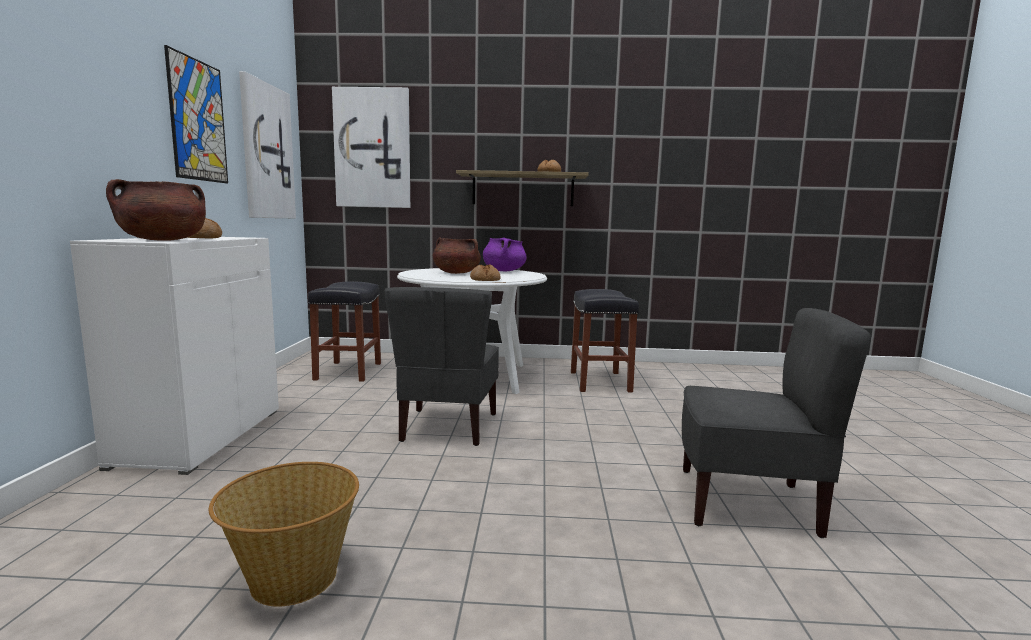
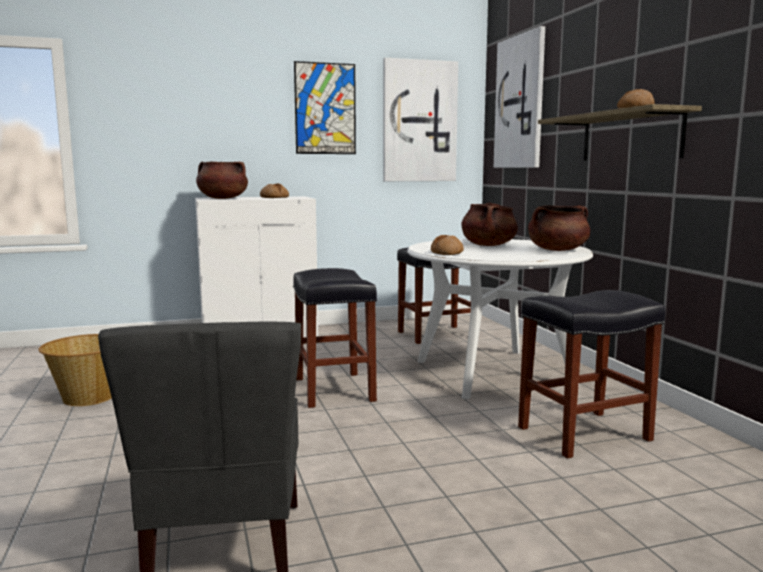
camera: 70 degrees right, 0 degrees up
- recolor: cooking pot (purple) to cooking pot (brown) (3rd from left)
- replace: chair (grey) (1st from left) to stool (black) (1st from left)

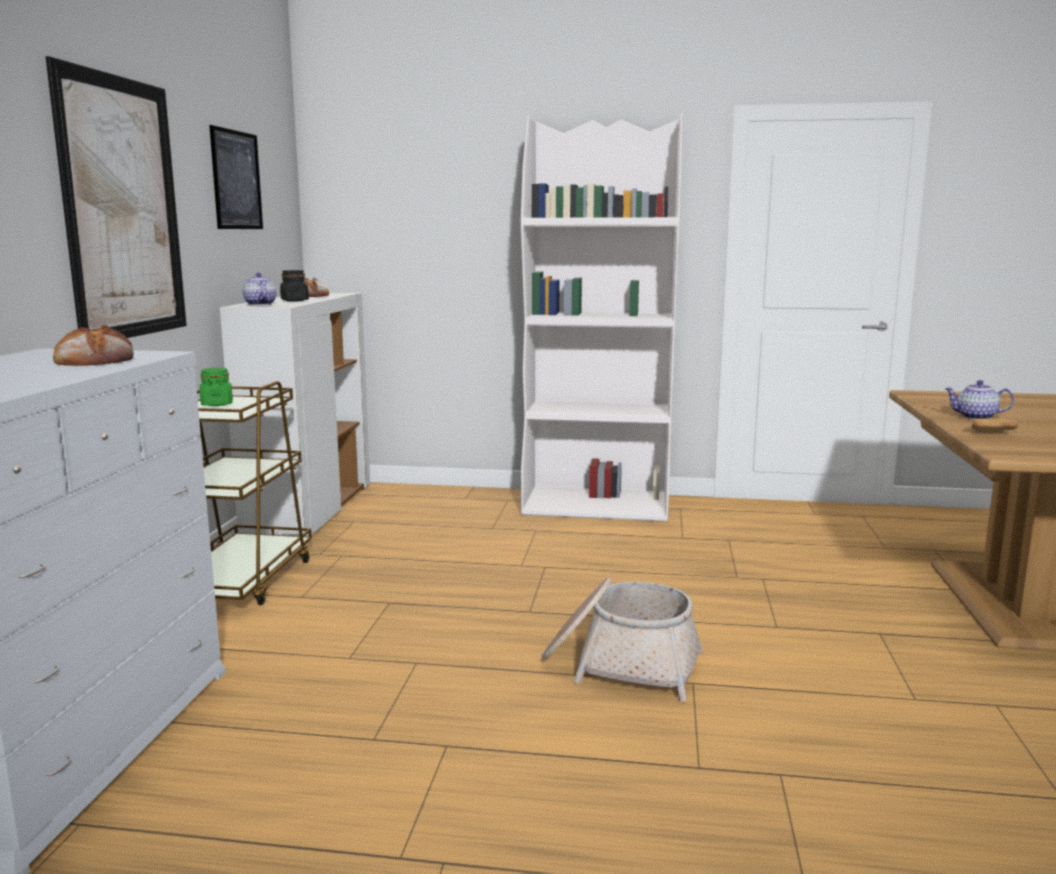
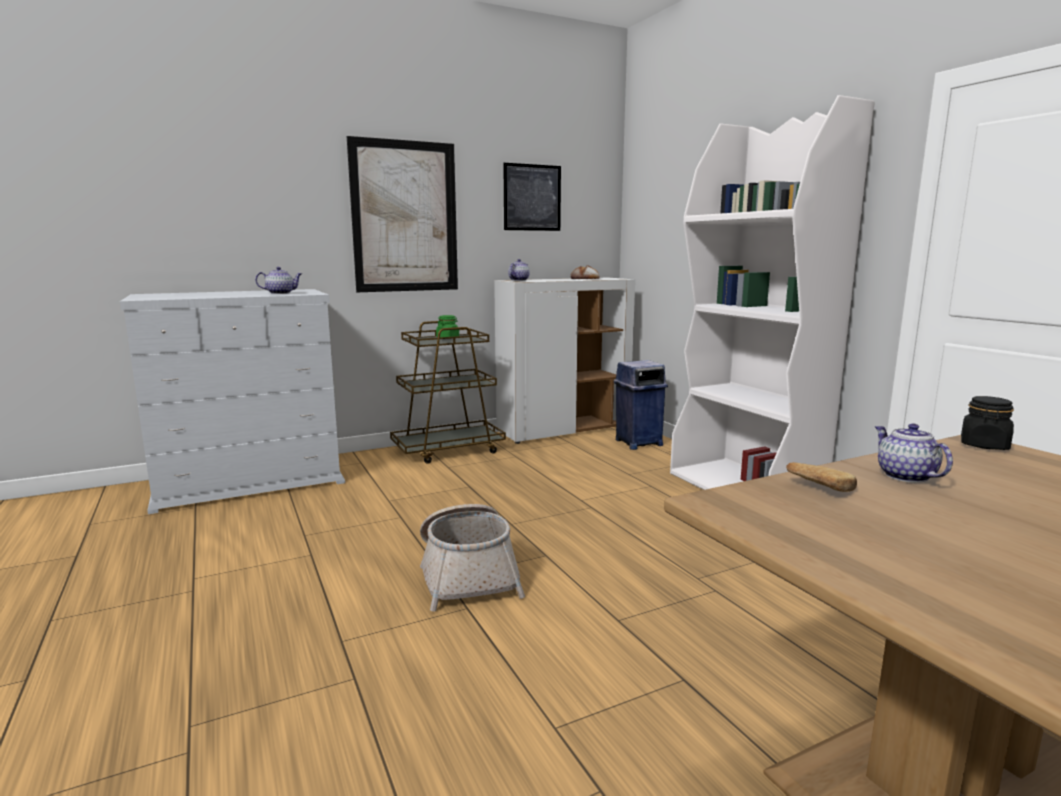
camera: 55 degrees right, 0 degrees up
- move: jar (black)
- replace: bread (1st from left) to teapot (1st from left)
- insert: trash can (blue)

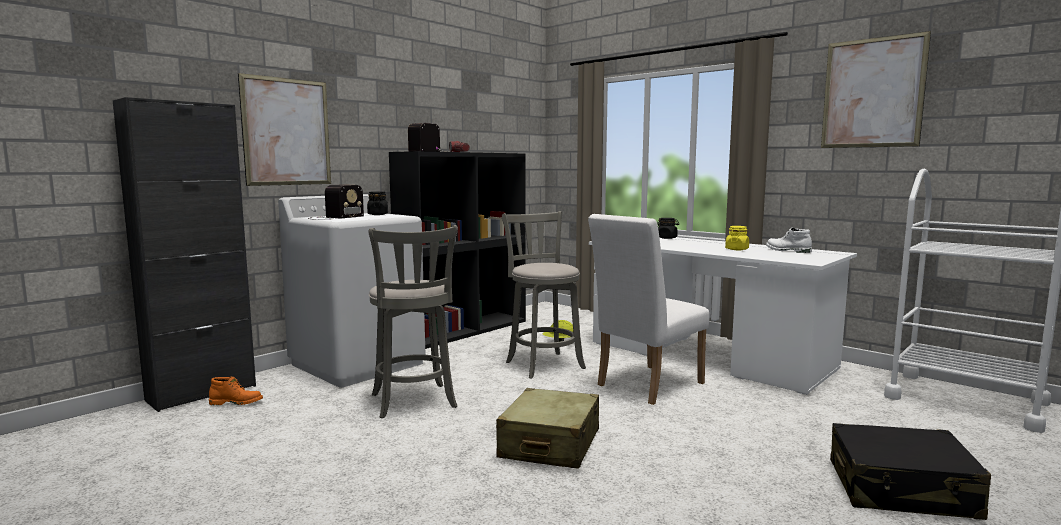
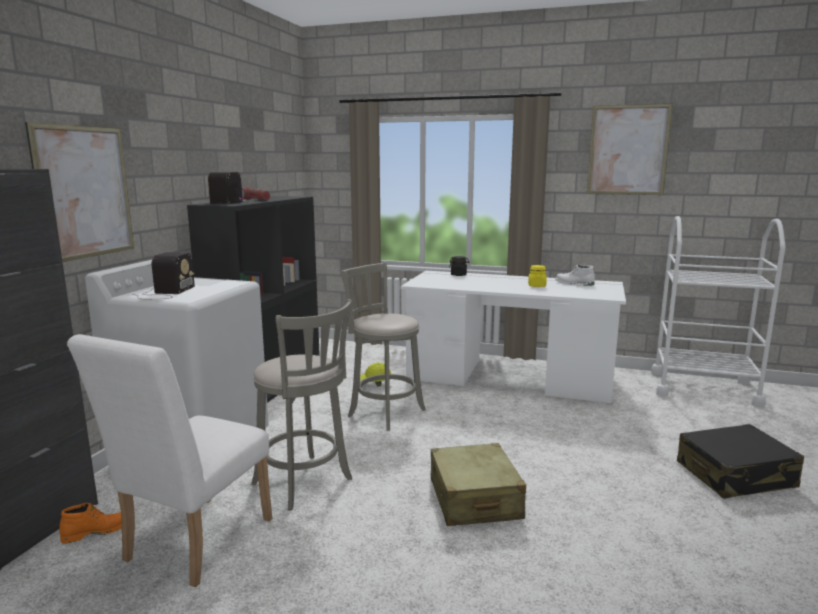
camera: 25 degrees left, 5 degrees up
- delete: jar (black) (1st from left)
- move: chair (white)

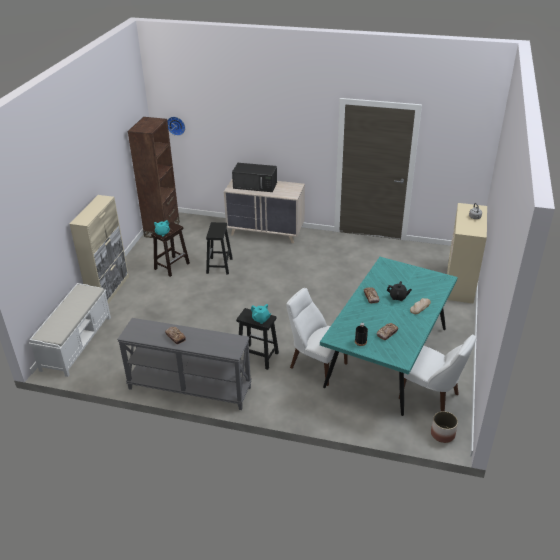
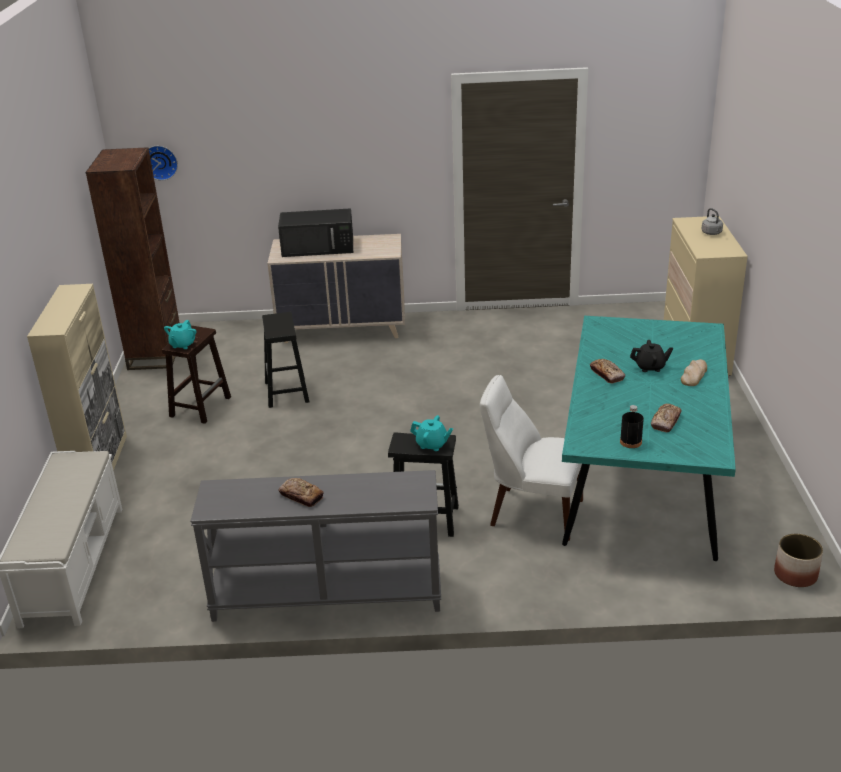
camera: 15 degrees left, 5 degrees down
- delete: chair (white) (2nd from left)

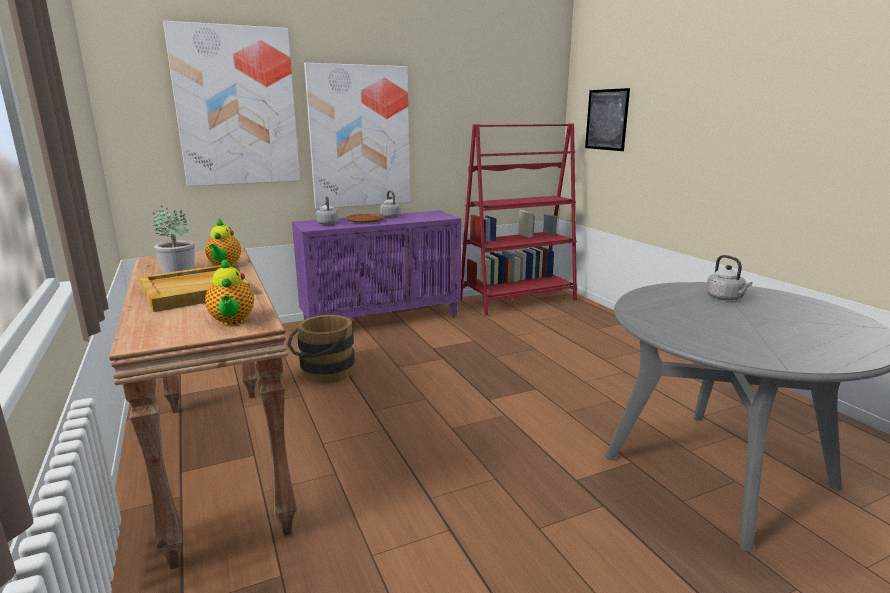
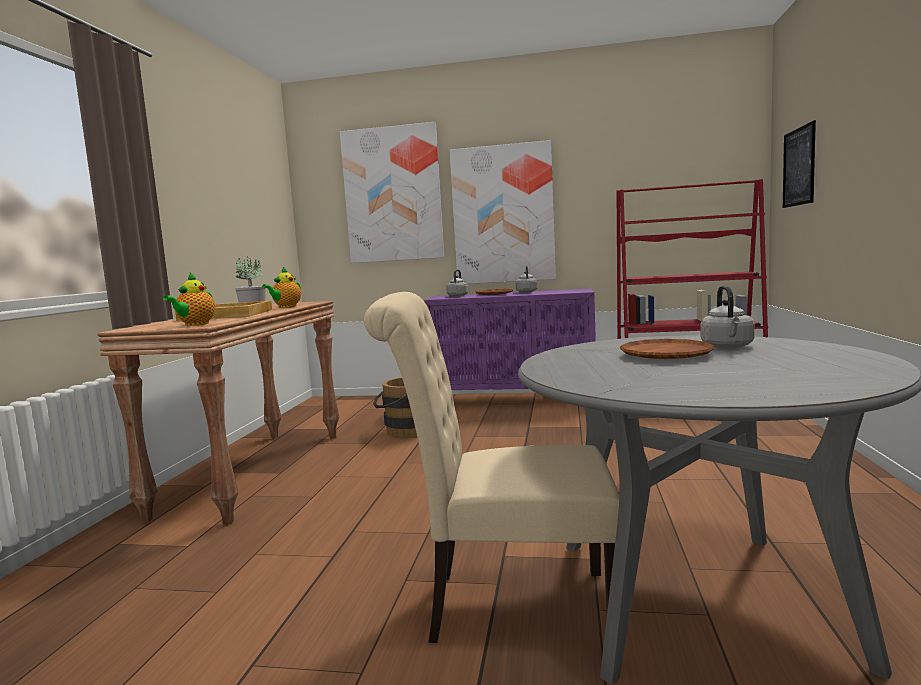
camera: 35 degrees right, 10 degrees down
- insert: chair (beige)
- insert: plate (brown) (2nd from left)

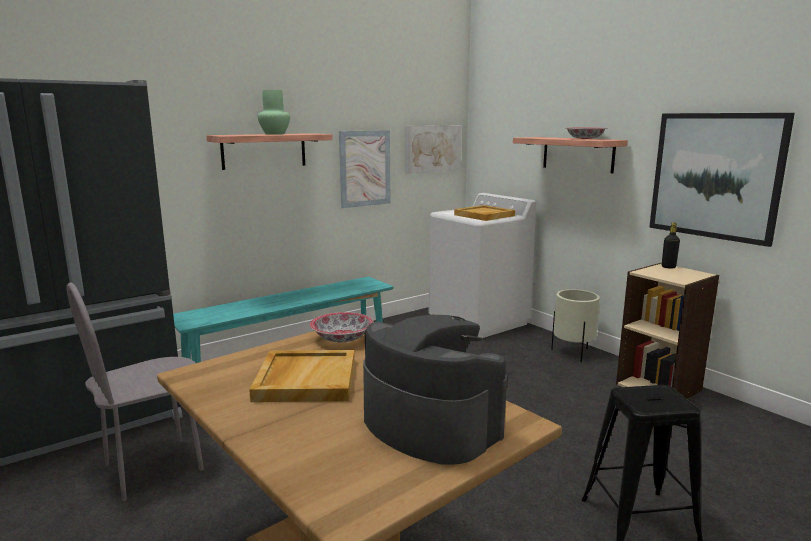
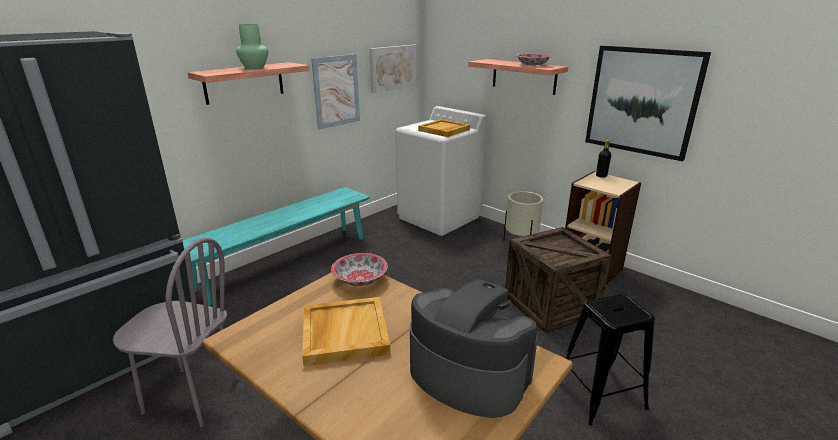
camera: 10 degrees left, 10 degrees up
- rotate: chair (grey) 120 degrees counterclockwise
- insert: crate

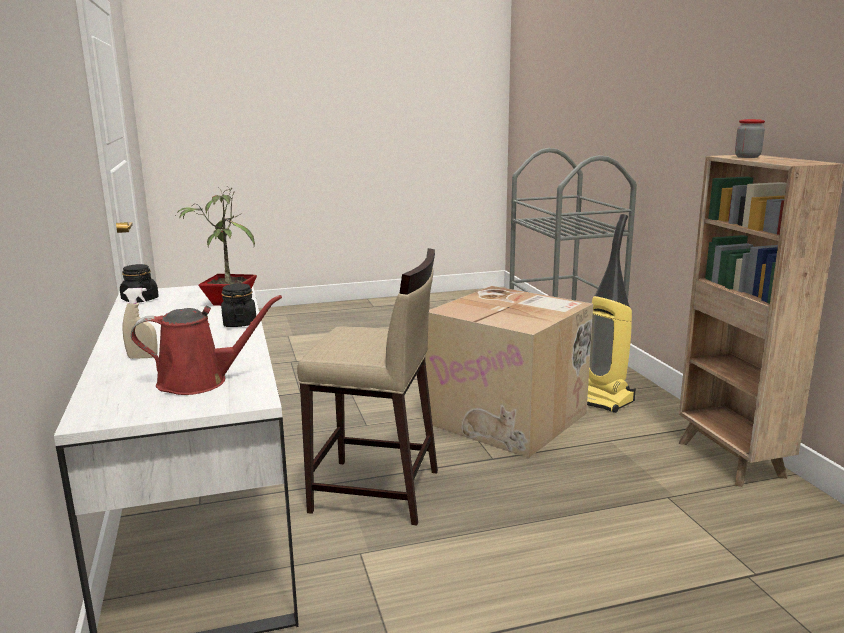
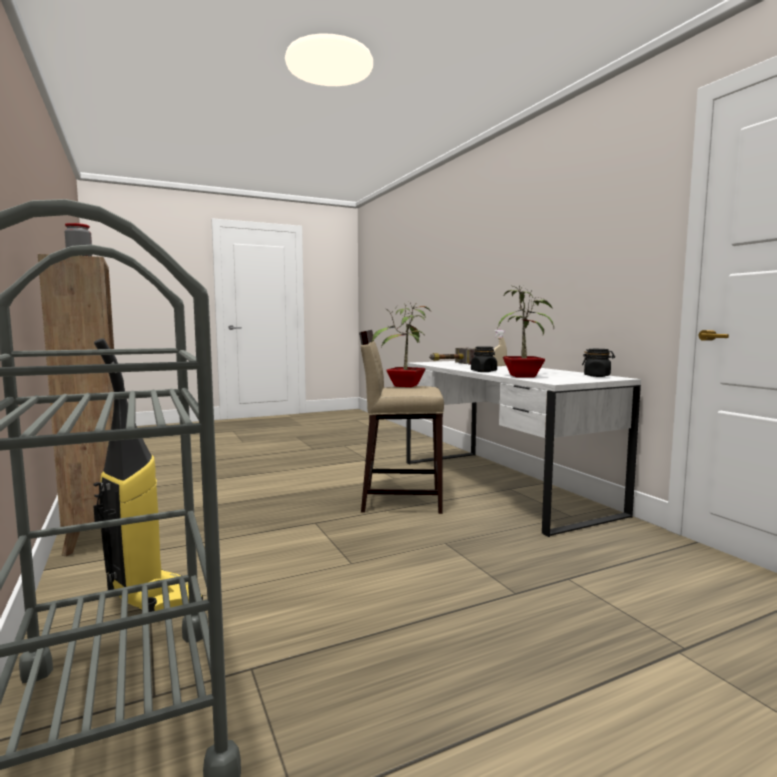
camera: 170 degrees right, 10 degrees down
- delete: cardboard box
- replace: watering can (red) to hammer
- insert: potted plant (1st from left)

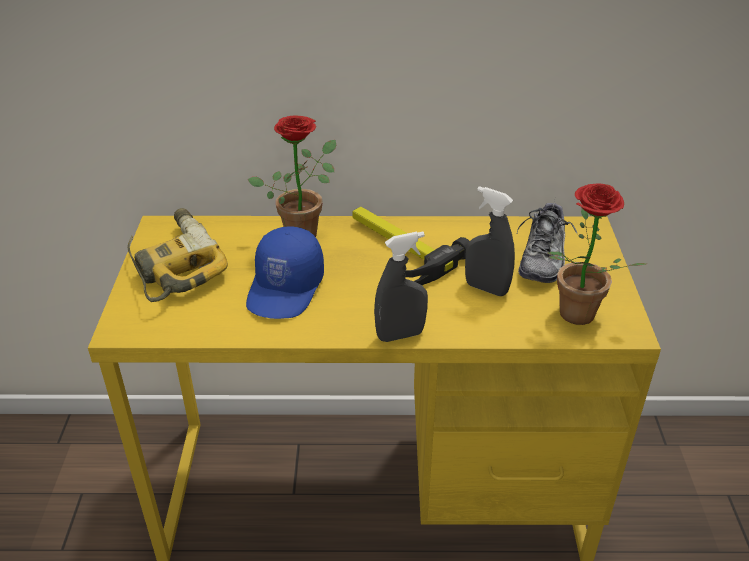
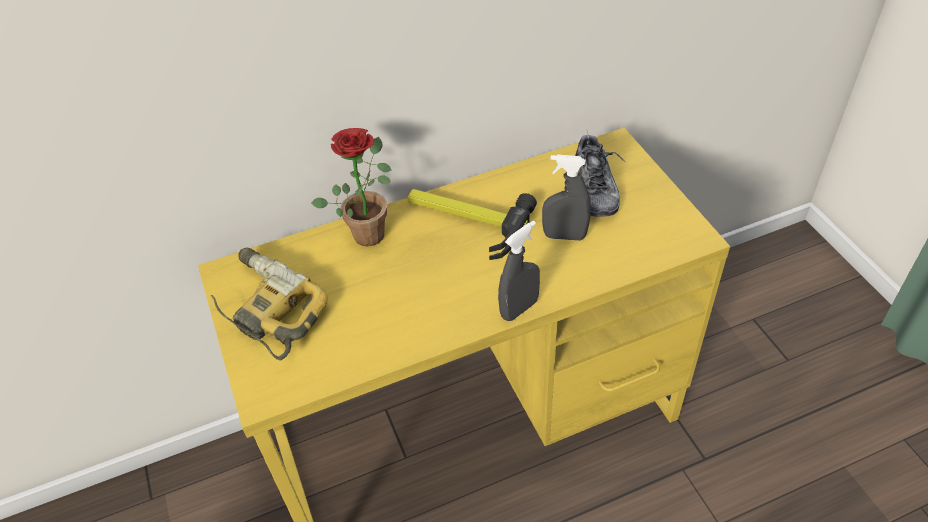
camera: 20 degrees left, 10 degrees up
- delete: potted plant (2nd from left)
- delete: cap (blue)

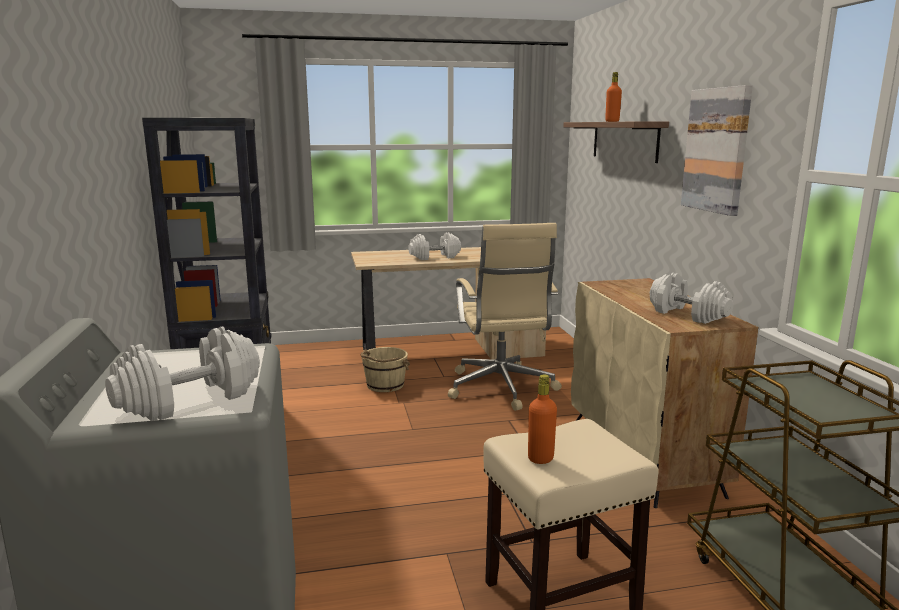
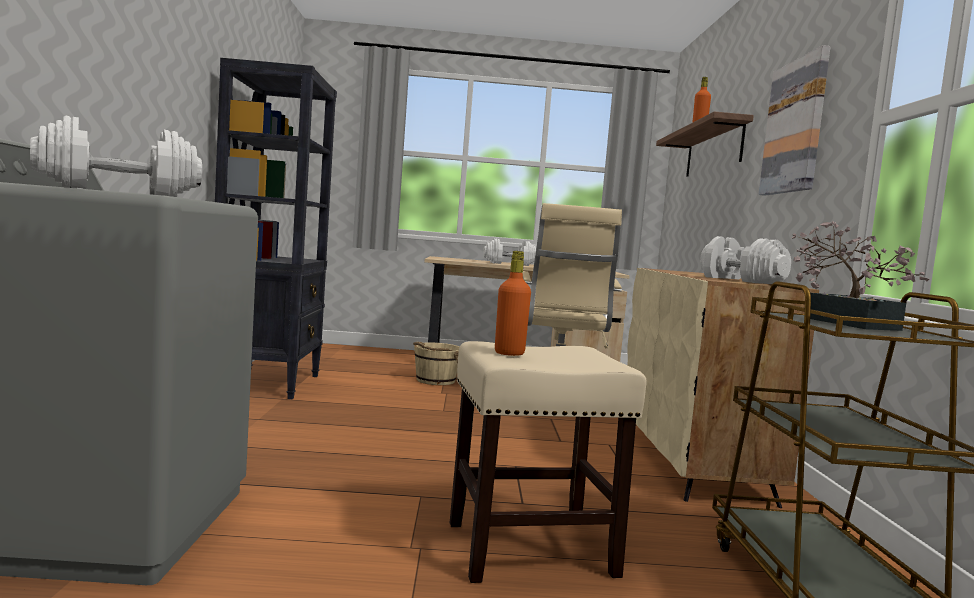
camera: 10 degrees right, 10 degrees down
- insert: potted plant

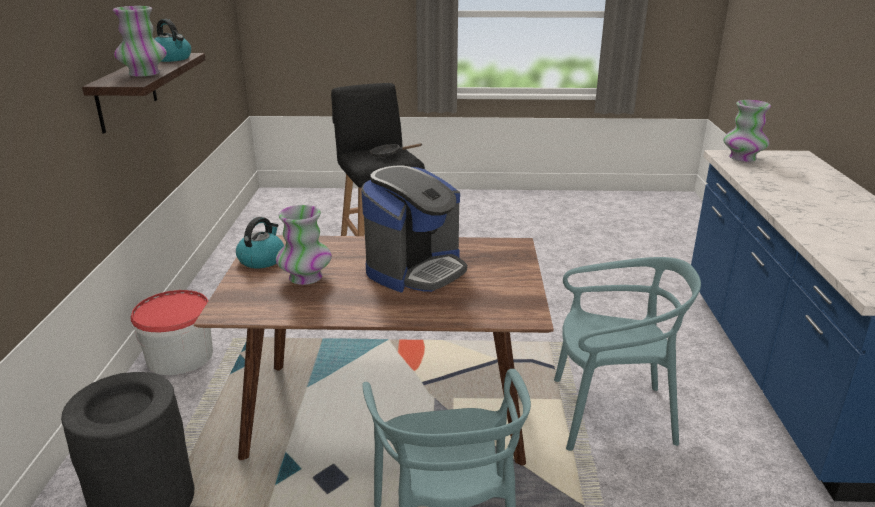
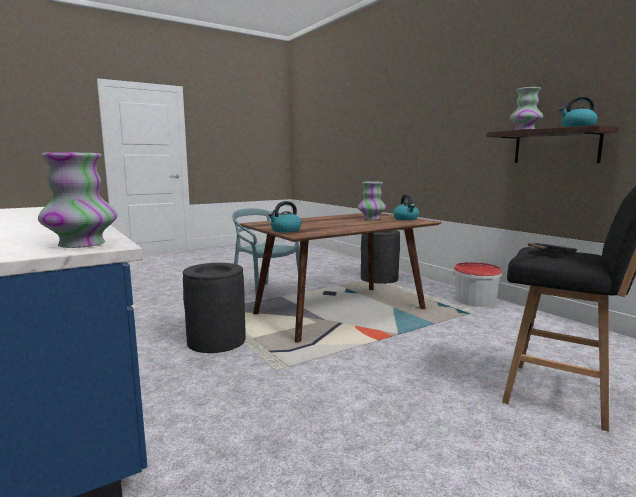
camera: 145 degrees right, 15 degrees down
- delete: coffee machine
- replace: chair (turquoise) (2nd from left) to trash can (black) (1st from left)
- insert: kettle (1st from left)

